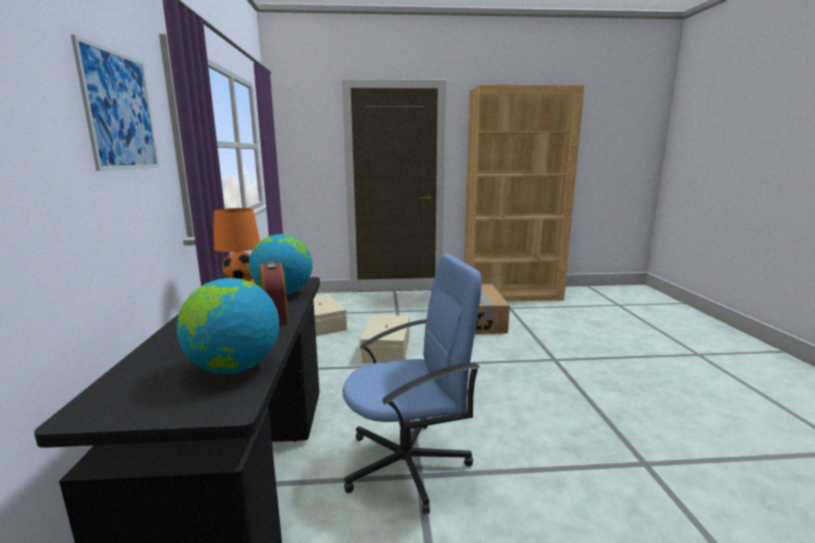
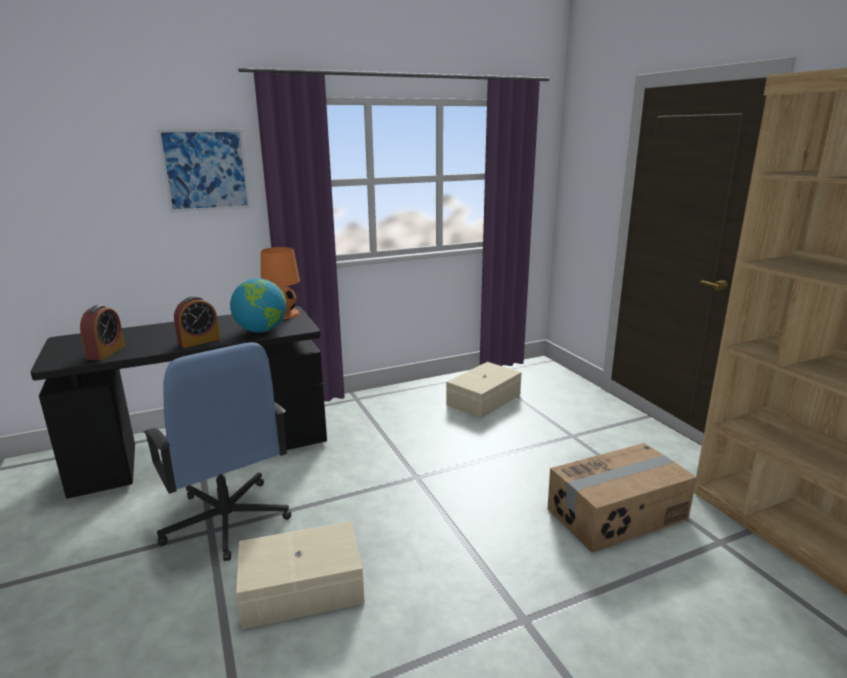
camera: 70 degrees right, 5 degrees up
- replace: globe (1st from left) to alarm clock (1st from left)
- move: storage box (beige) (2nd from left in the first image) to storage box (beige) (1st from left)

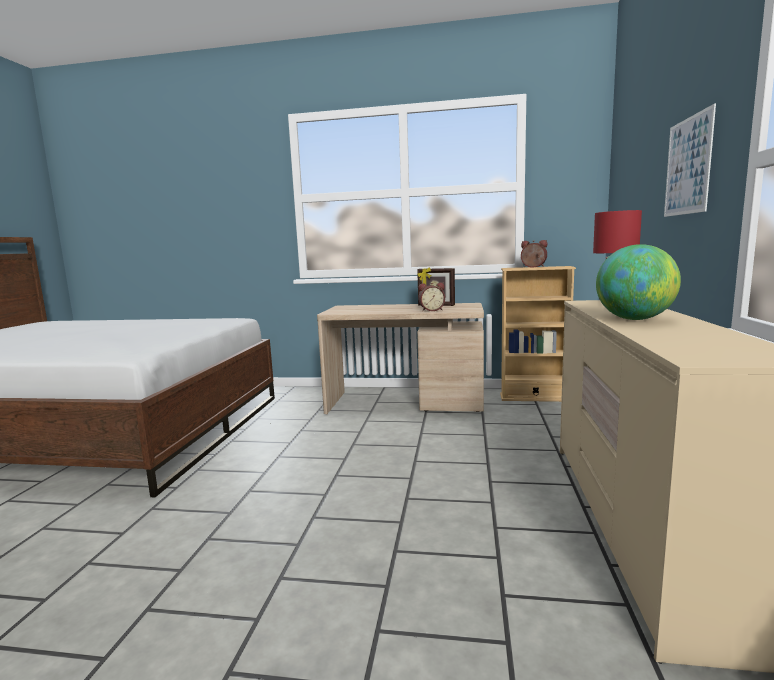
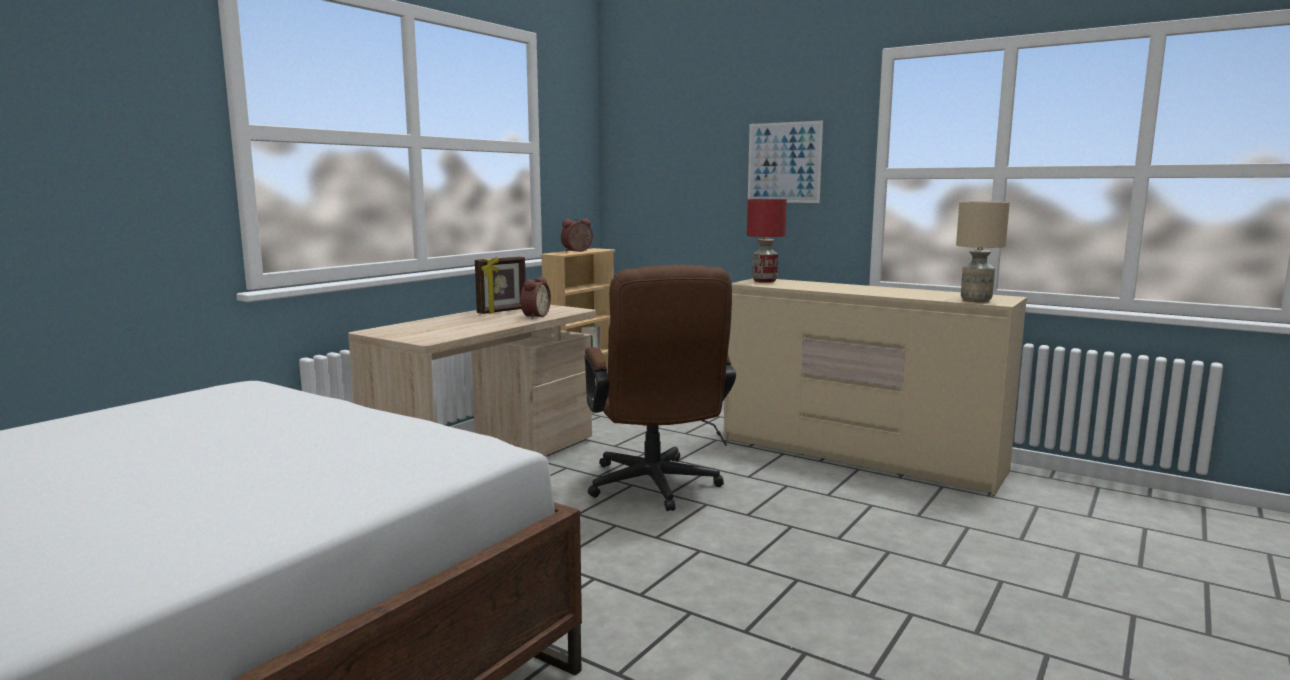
camera: 65 degrees left, 0 degrees up
- delete: globe
- insert: table lamp (beige)
- insert: office chair (brown)

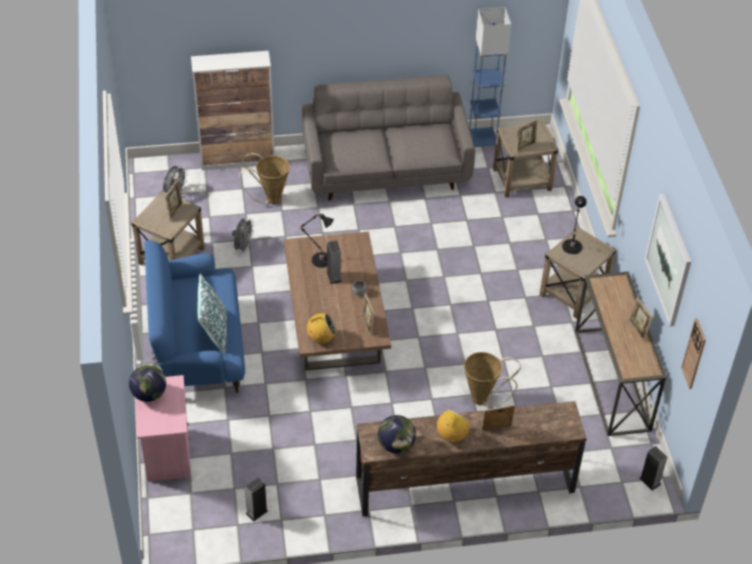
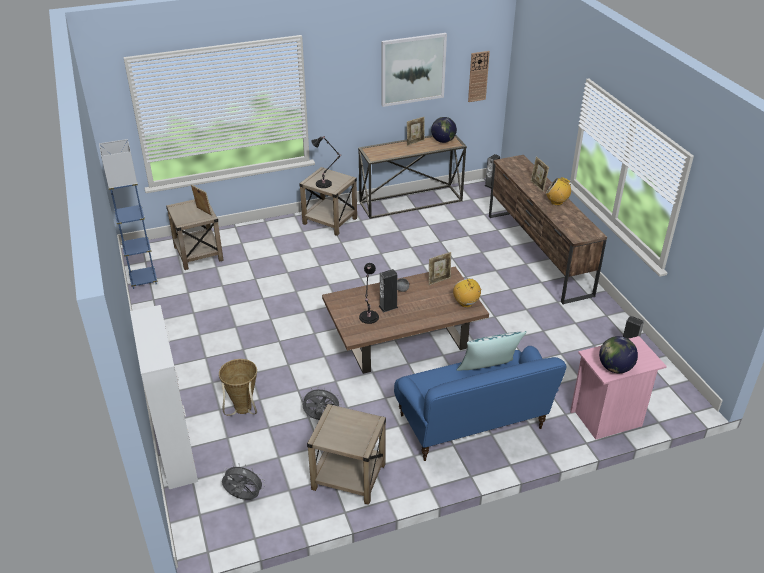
camera: 100 degrees left, 10 degrees down
- delete: sofa (grey)
- delete: picture frame (1st from left)
- delete: basket (2nd from left)
- move: globe (2nd from left in the first image) to globe (1st from left)

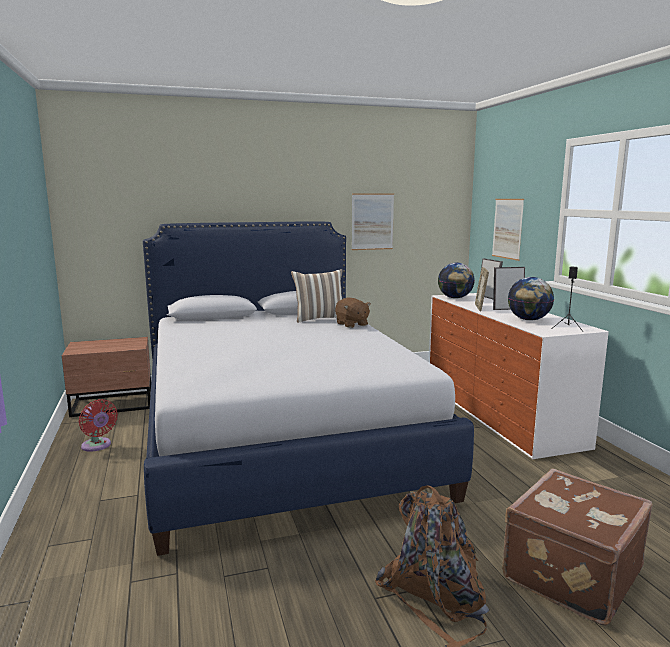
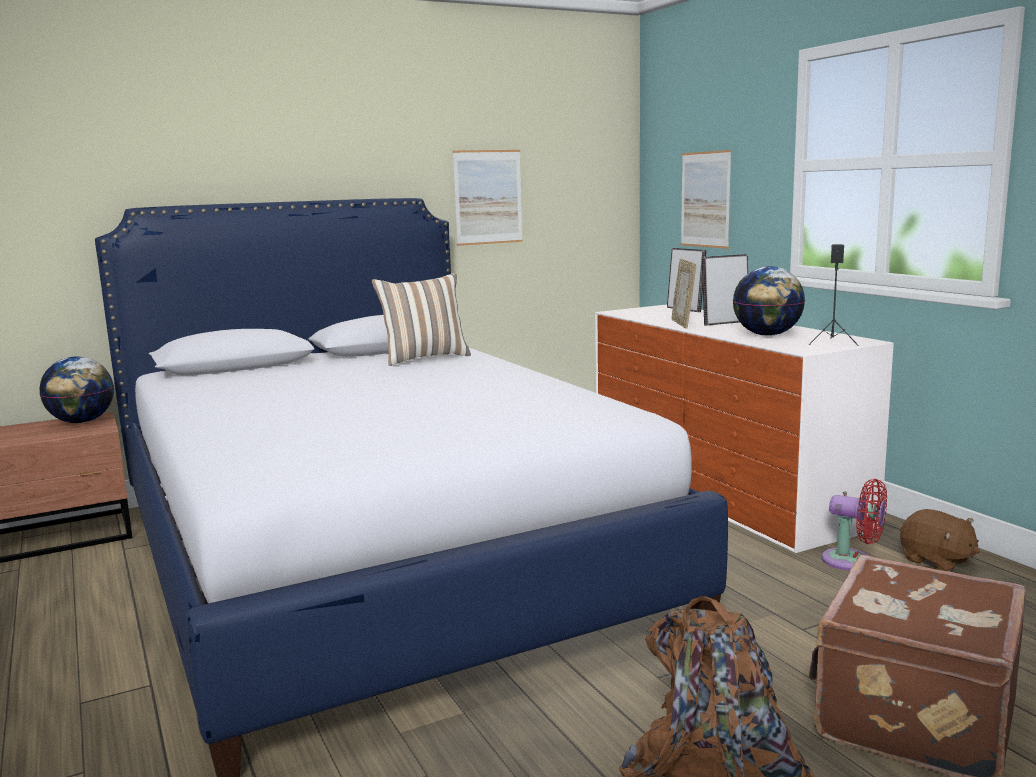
camera: 10 degrees left, 0 degrees up
- move: globe (1st from left)
- move: plush toy (brown)
- move: fan (red)

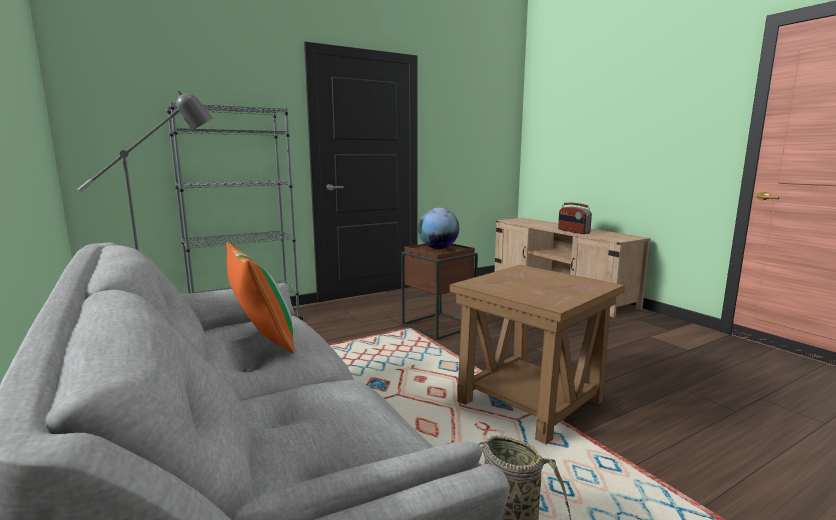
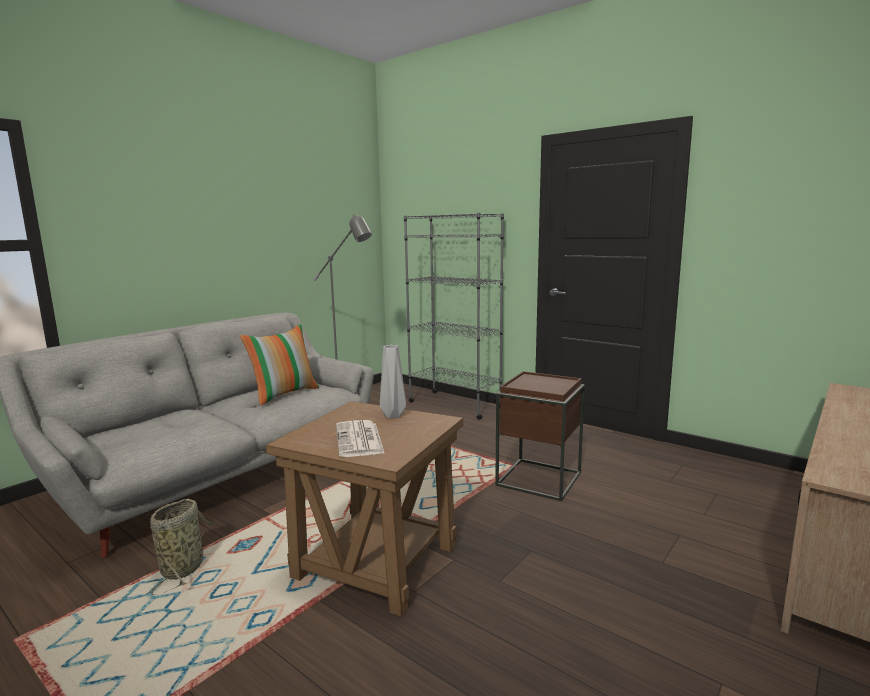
camera: 70 degrees right, 0 degrees up
- delete: radio
- delete: globe
- insert: vase (grey)
- insert: newspaper

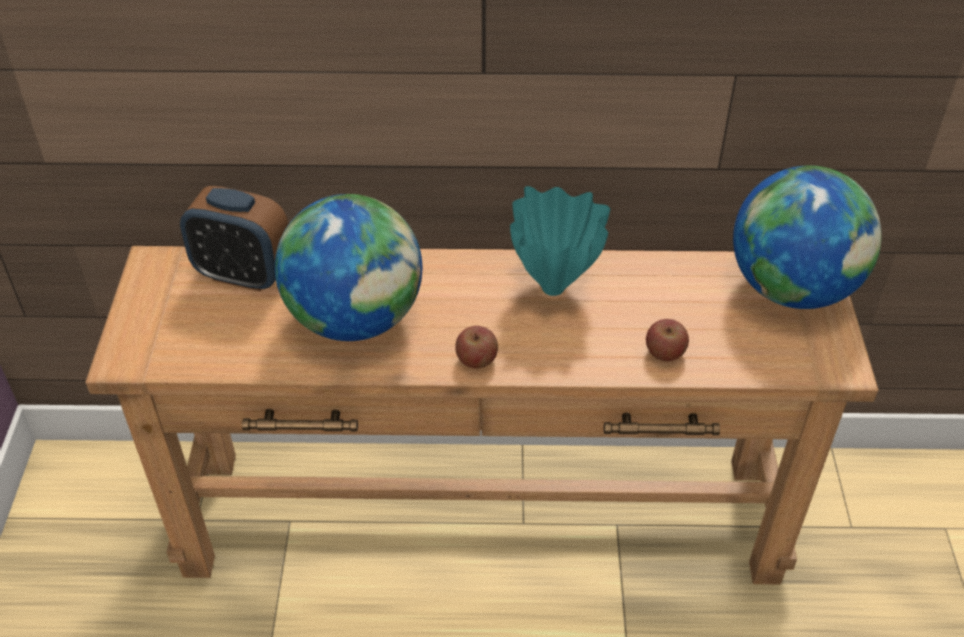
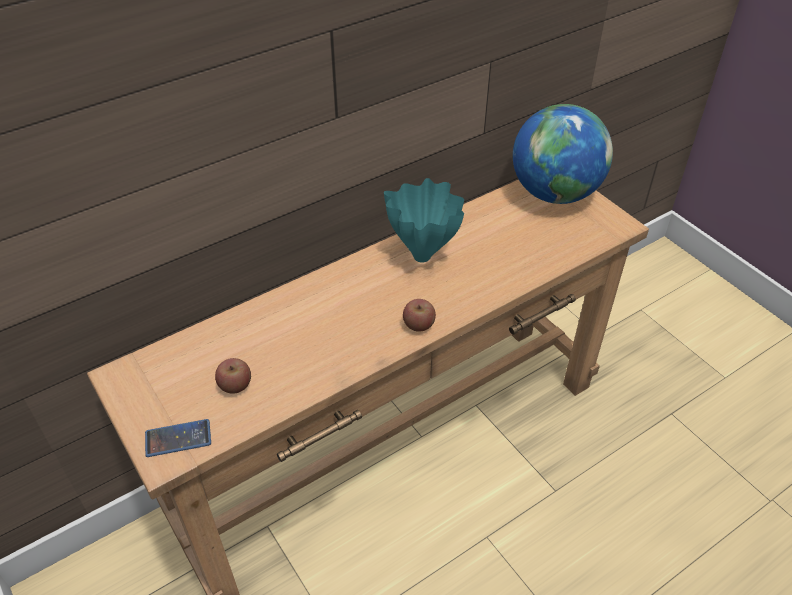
camera: 35 degrees left, 0 degrees up
- delete: alarm clock
- delete: globe (1st from left)
- move: apple (2nd from left in the first image) to apple (1st from left)
- insert: phone

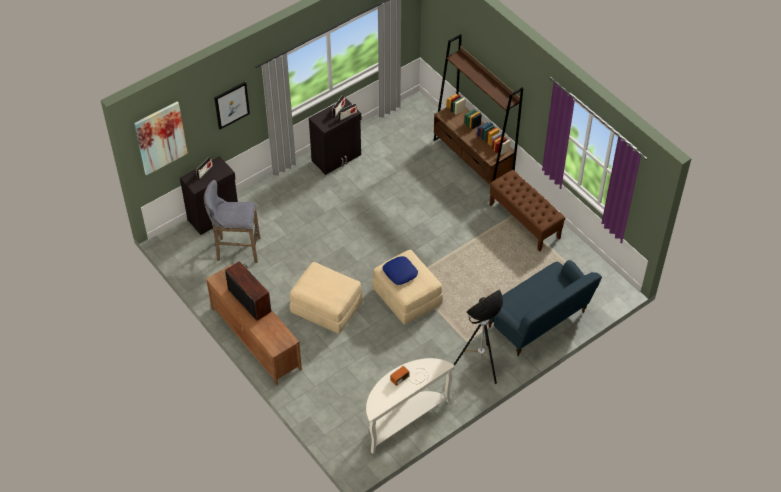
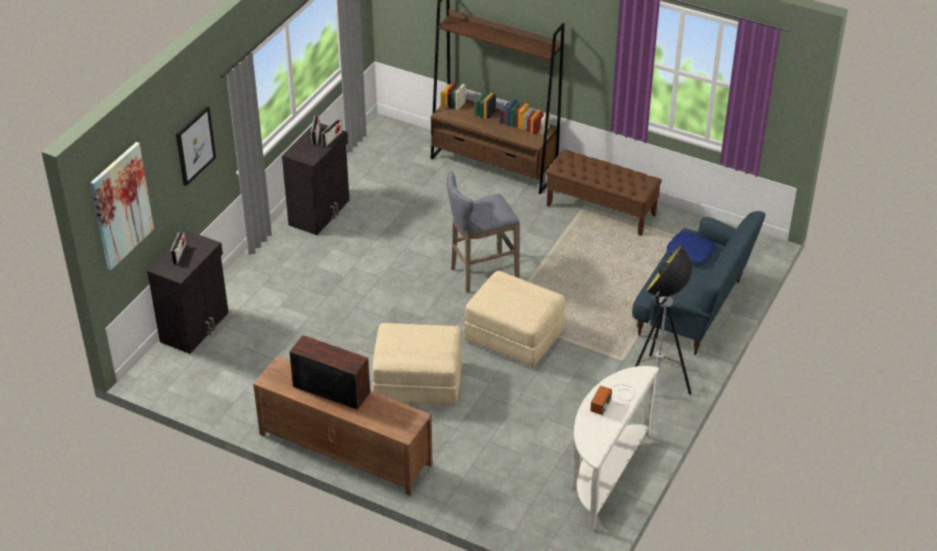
camera: 25 degrees left, 10 degrees down
- move: stool (grey)
- move: pillow (blue)

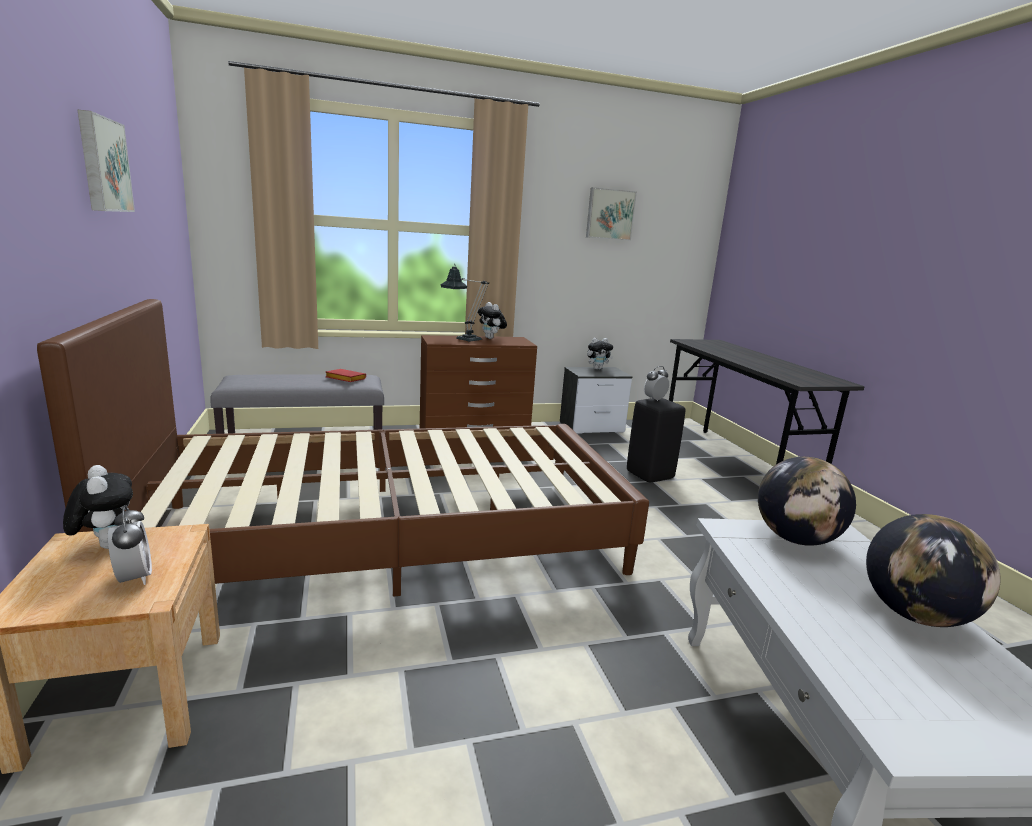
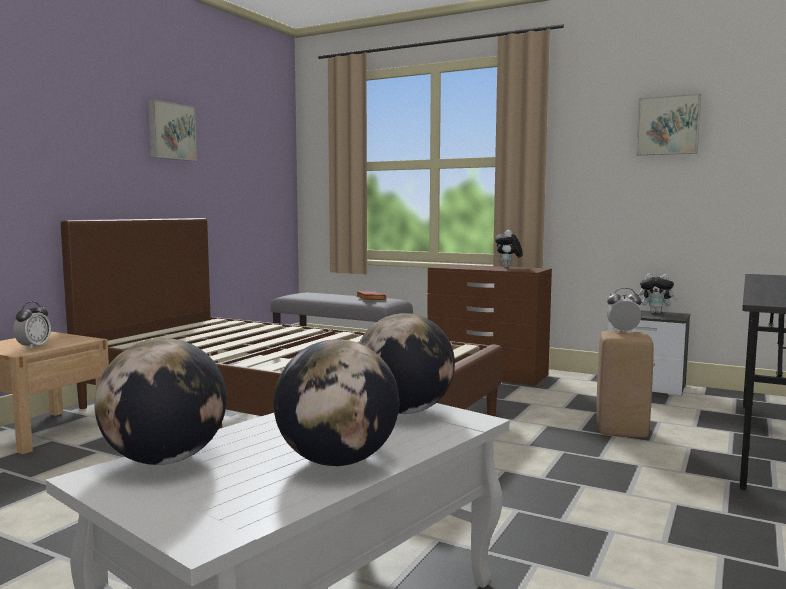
camera: 45 degrees right, 10 degrees down
- delete: table lamp
- recolor: stool (black) to stool (beige)
- delete: plush toy (1st from left)
- insert: globe (1st from left)

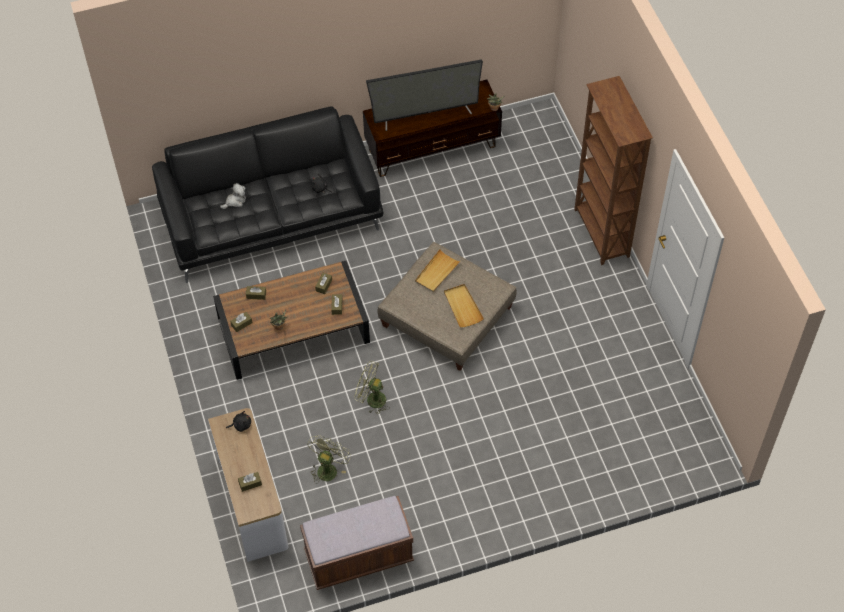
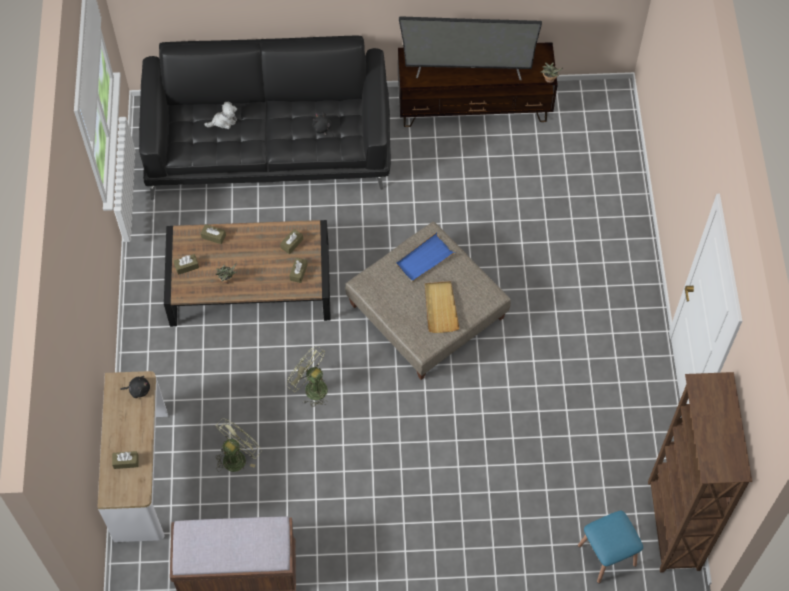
camera: 15 degrees right, 5 degrees up
- move: bookcase (brown)
- recolor: tray (beige) (1st from left) to tray (blue)
- insert: stool (blue)

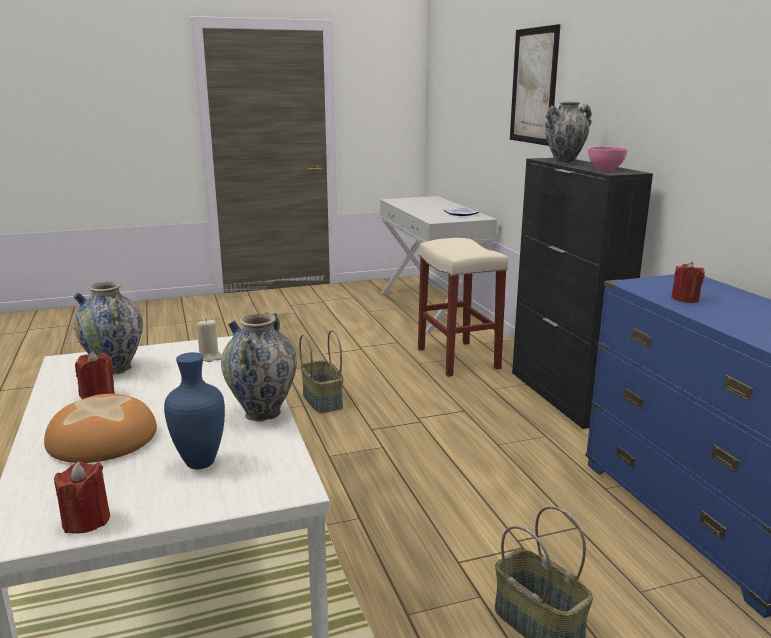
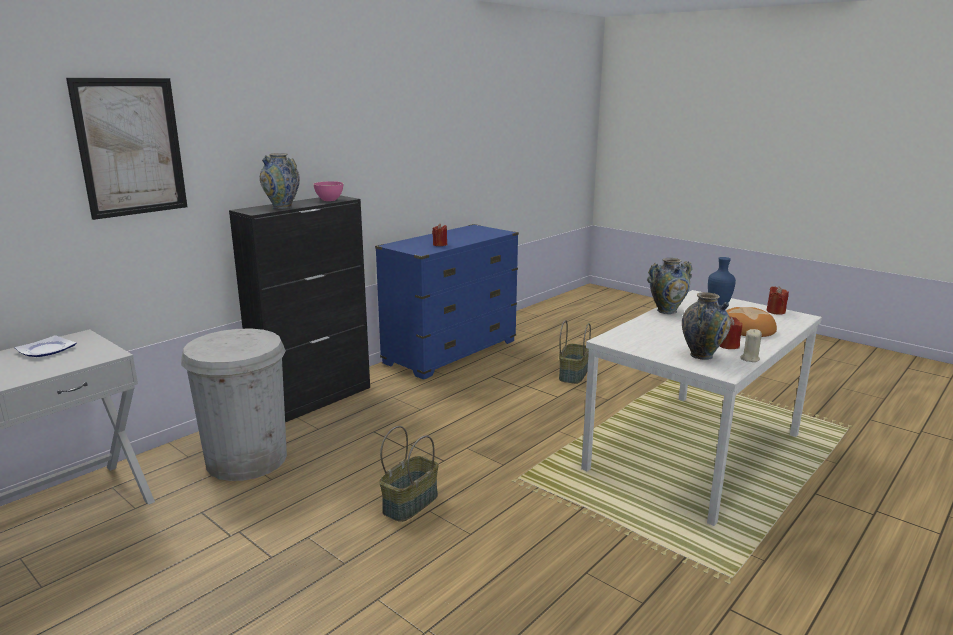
camera: 120 degrees left, 0 degrees up
- replace: stool (beige) to trash can (white)
- move: candle (beige)

